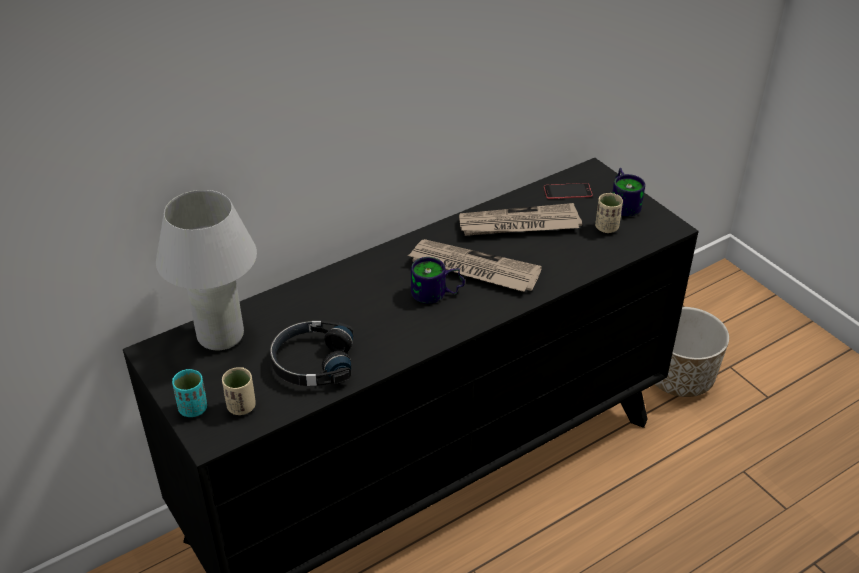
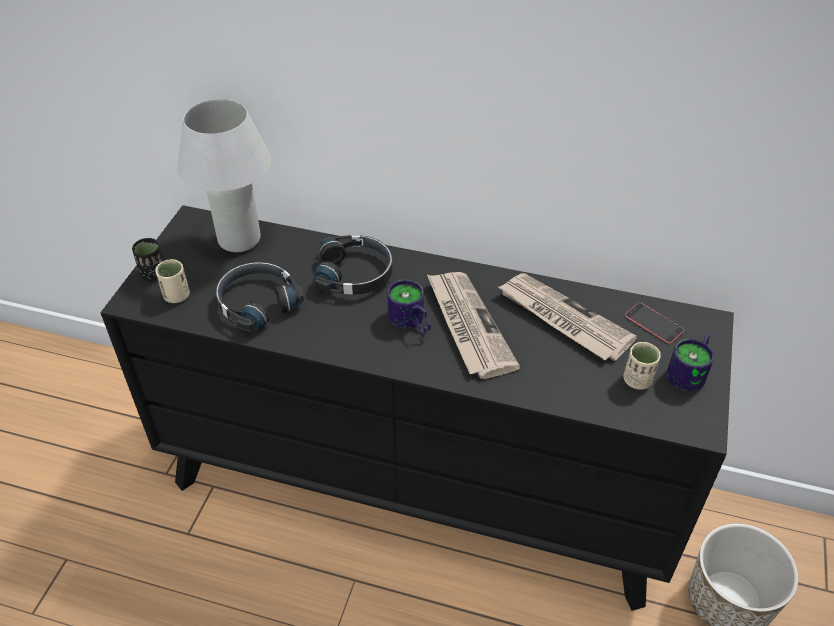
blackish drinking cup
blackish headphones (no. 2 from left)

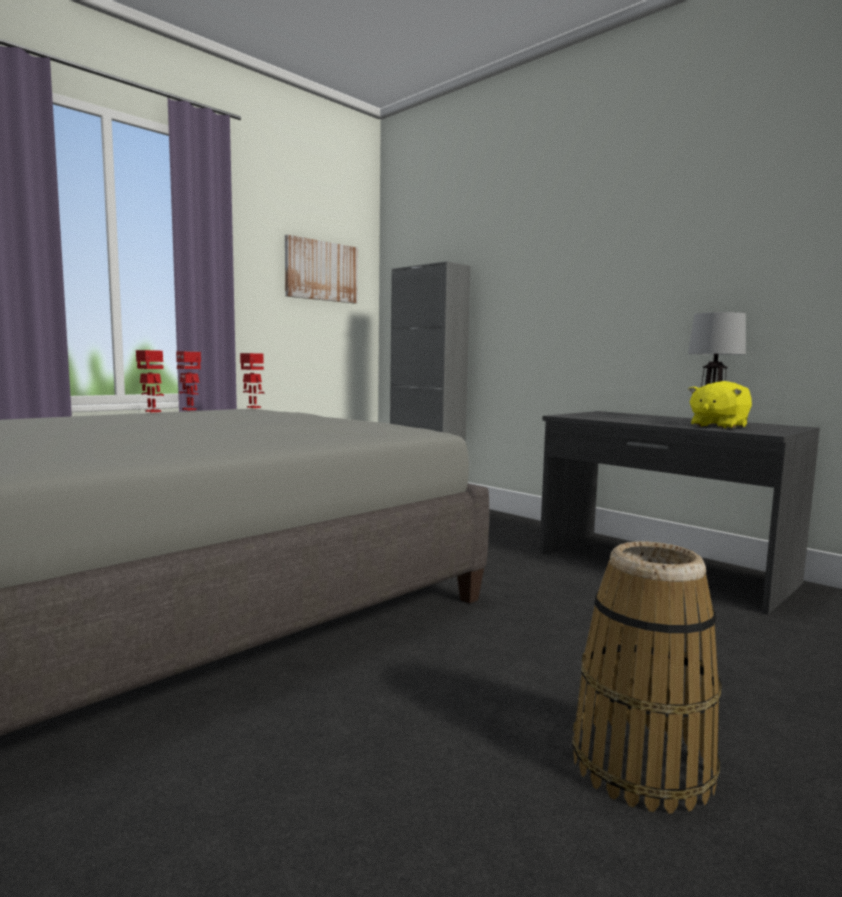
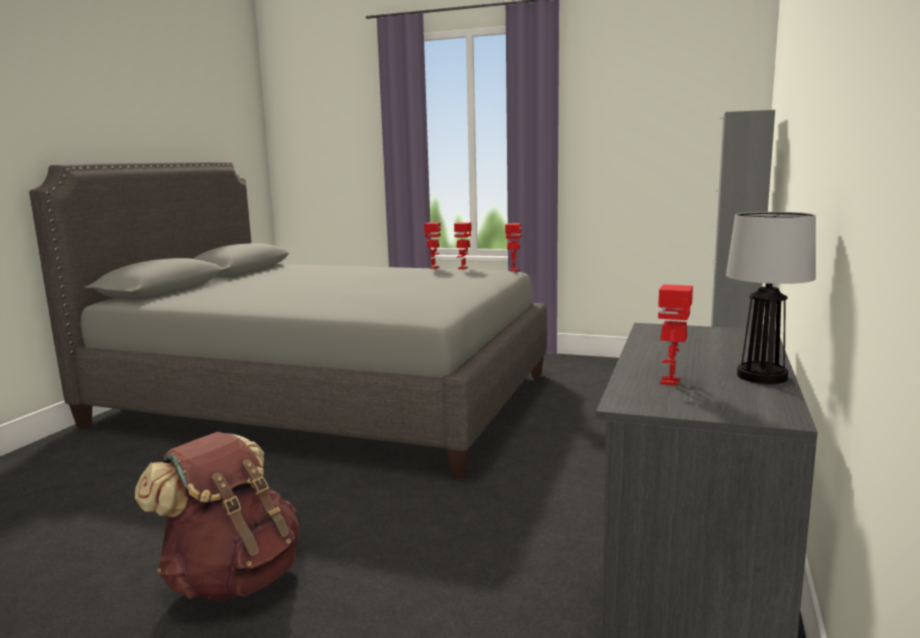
wall art
model robot (no. 4 from left)
brownish knapsack

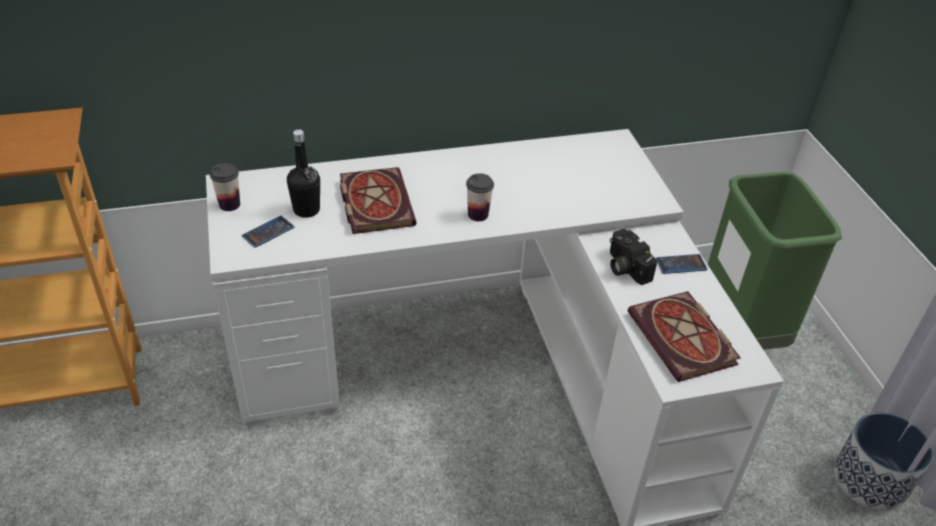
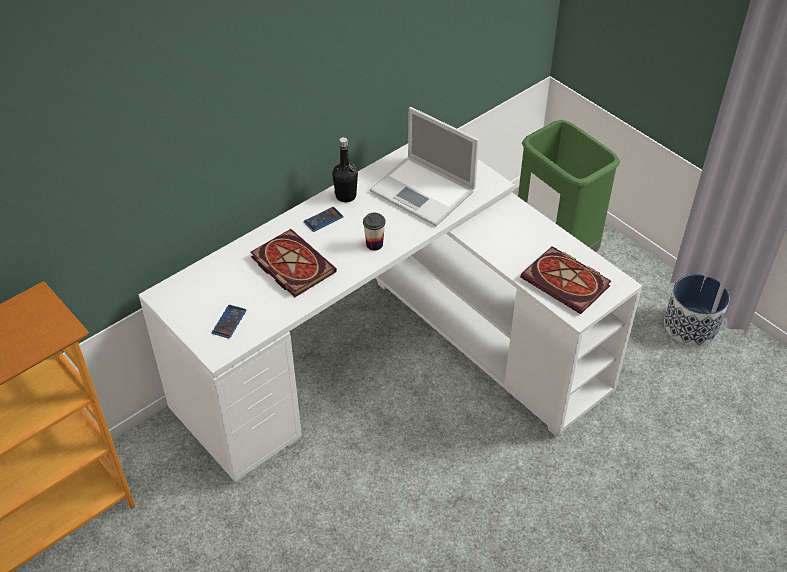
blackish drink bottle
drinking cup (no. 1 from left in the first image)
still camera
handset (no. 2 from left)
laptop

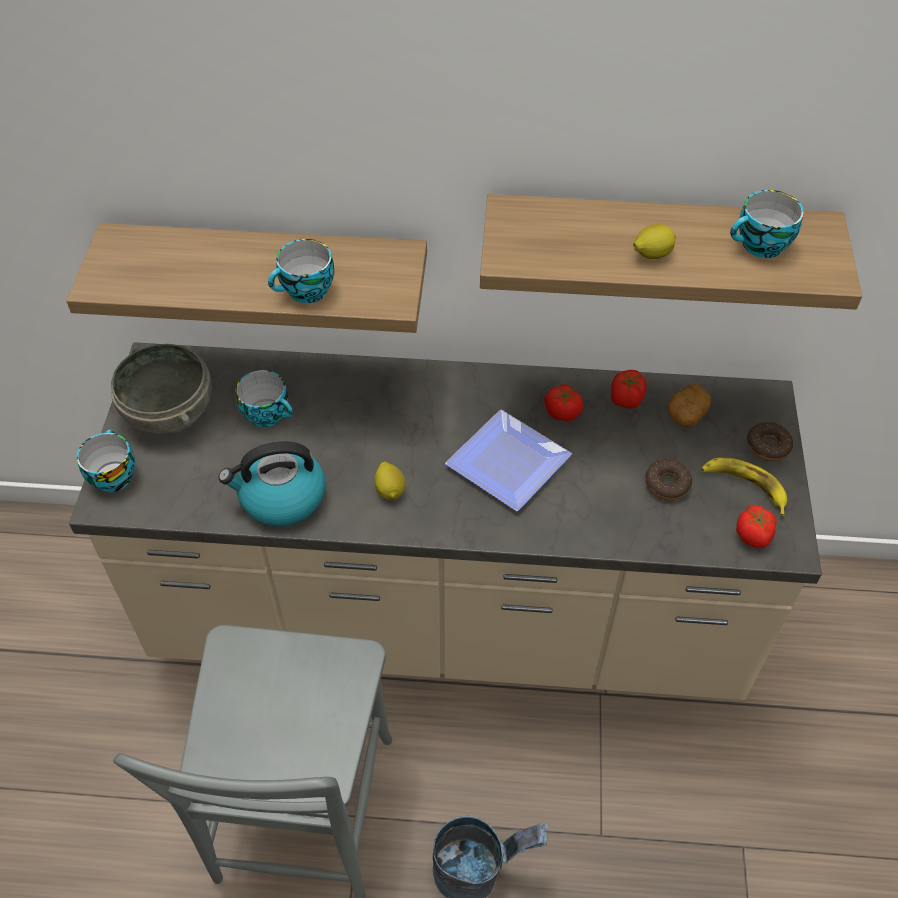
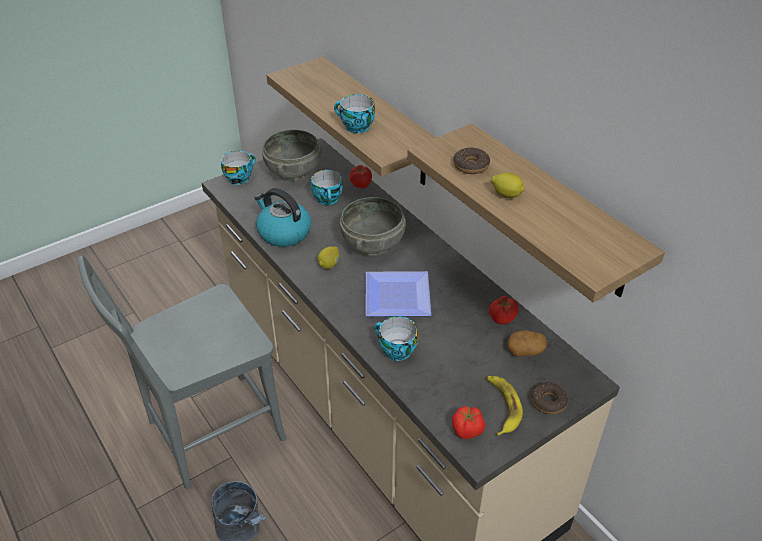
drinking cup (no. 4 from left)
whole tomato (no. 1 from left)
donut (no. 1 from left)
gray deep dish (no. 2 from left)

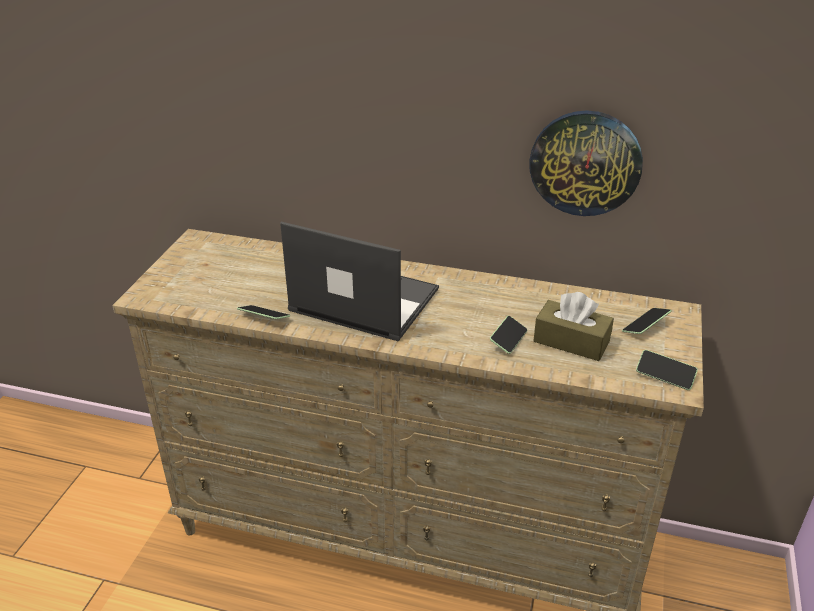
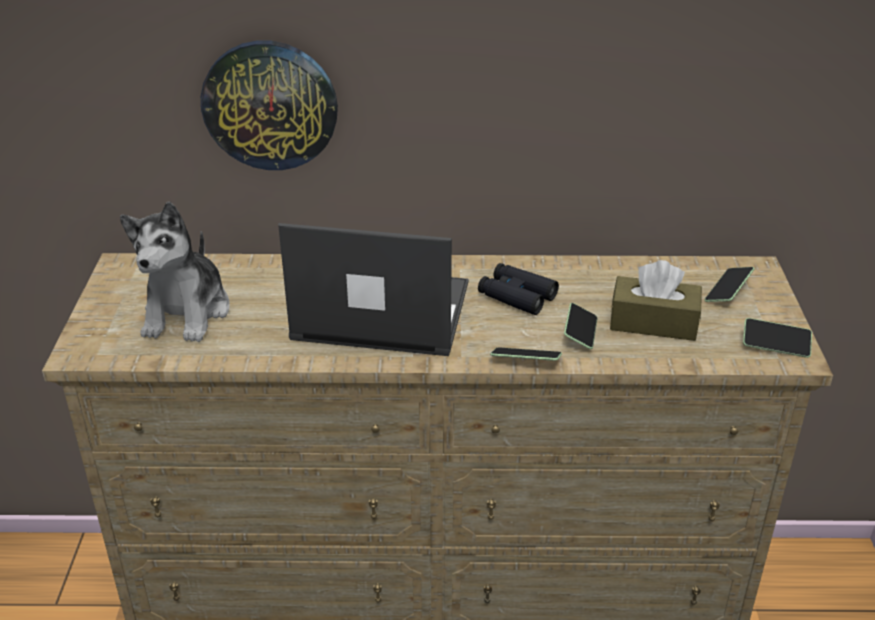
wall clock
handset (no. 1 from left)
plush toy
blackish pair of binoculars

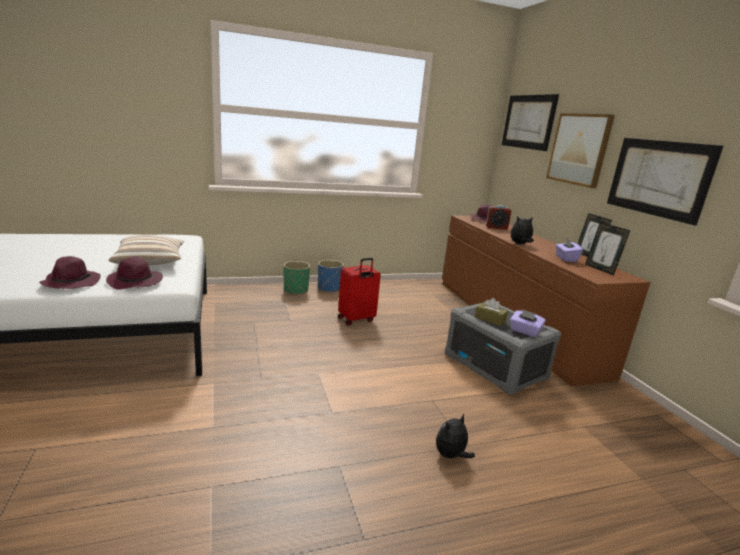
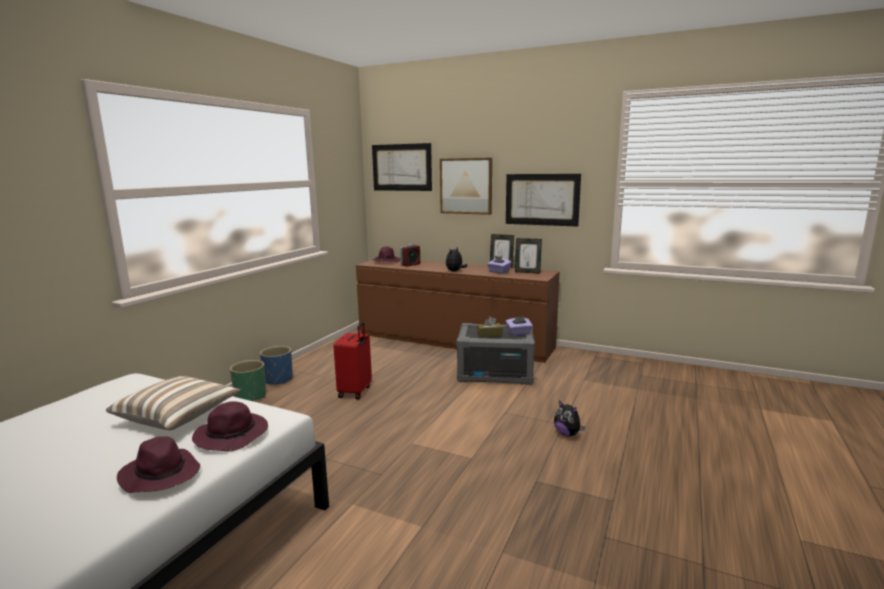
plush toy (no. 2 from left)

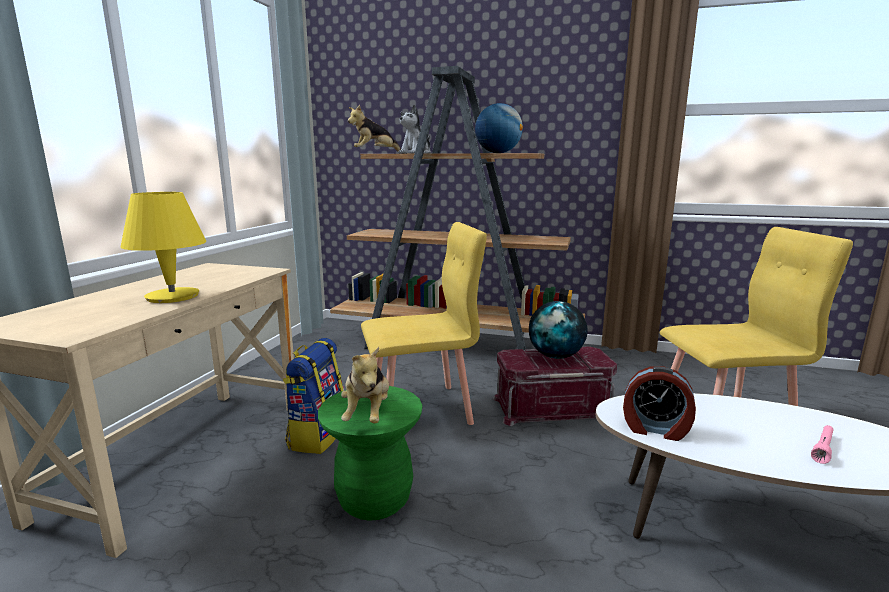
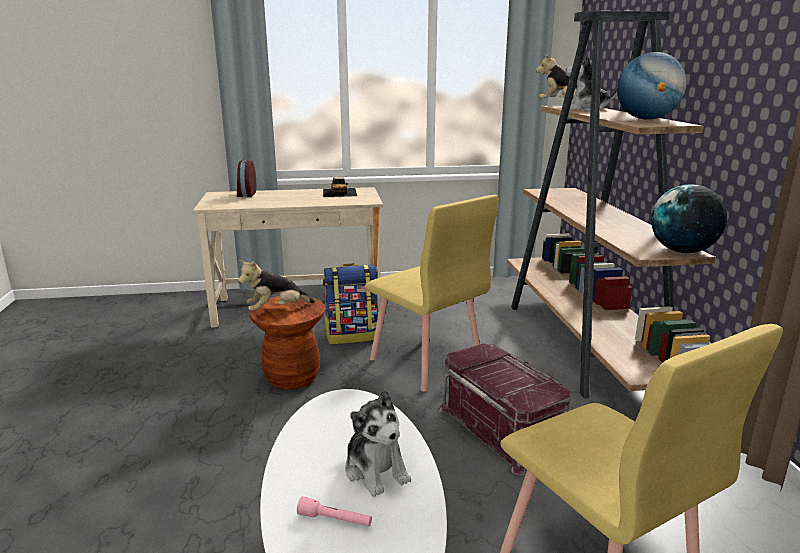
yellow table lamp
globe (no. 2 from left)
alarm clock
brownish stool
miniature car
plush toy (no. 2 from left)

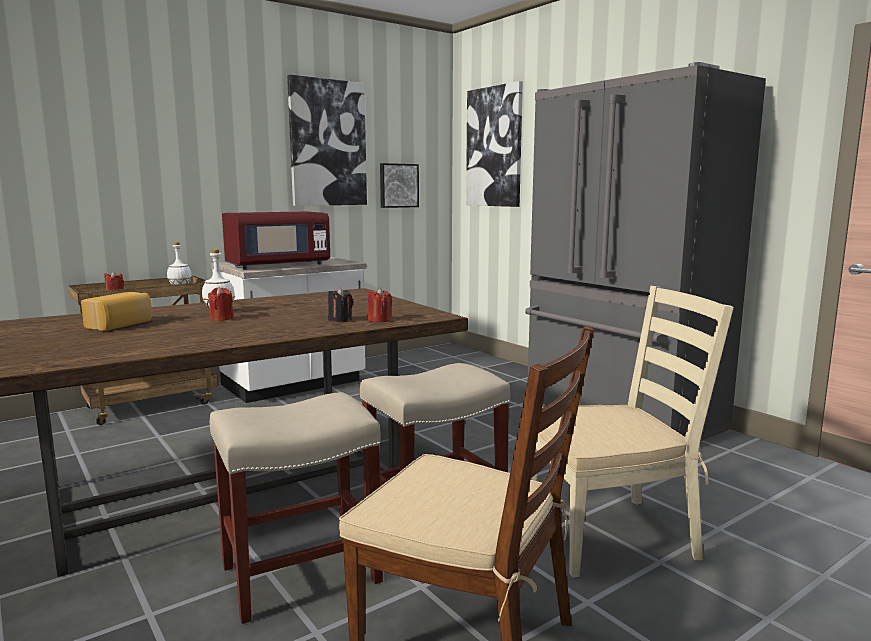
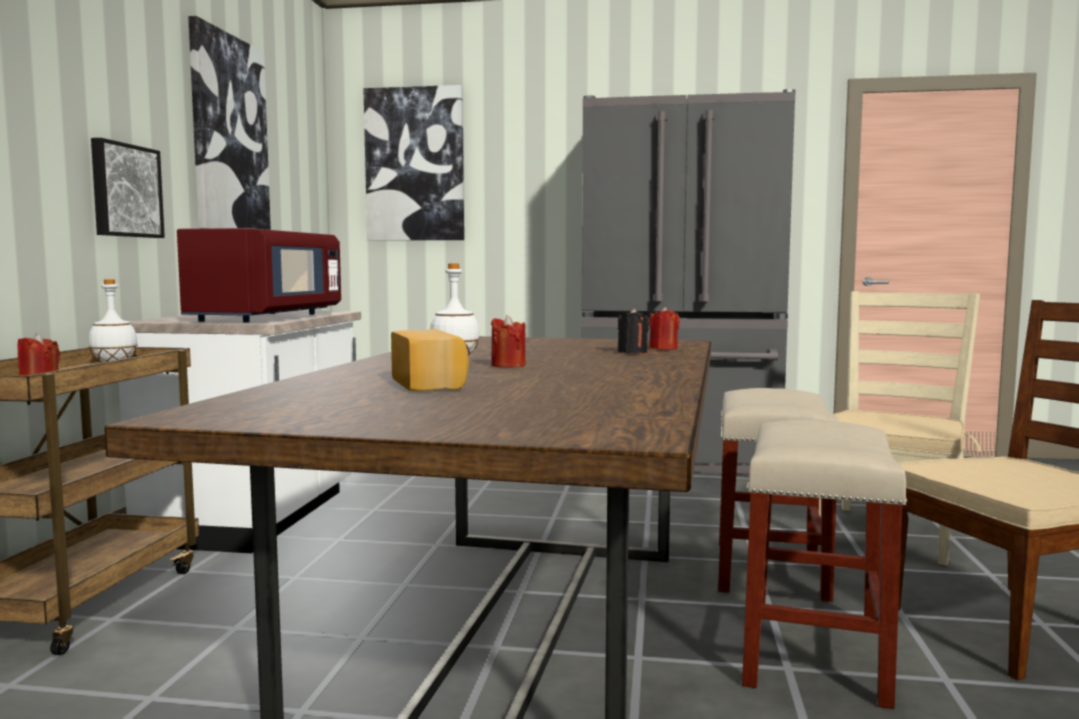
wall art (no. 1 from left)

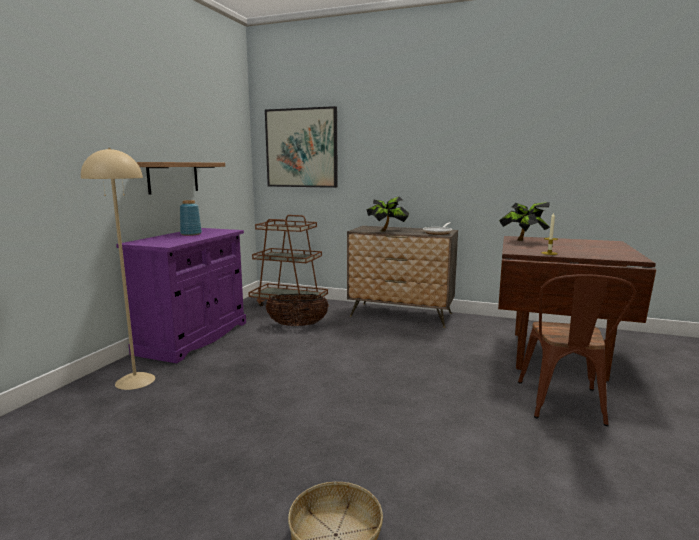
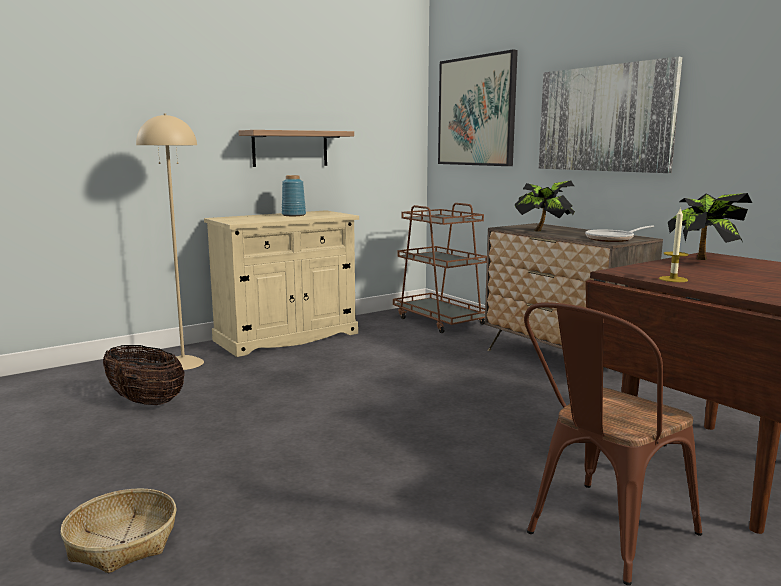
beige-coloured cupboard
storage basket (no. 2 from left)
wall art (no. 2 from left)

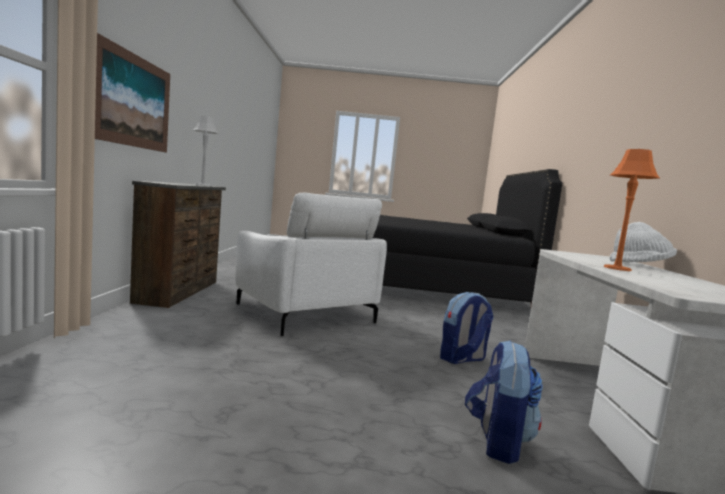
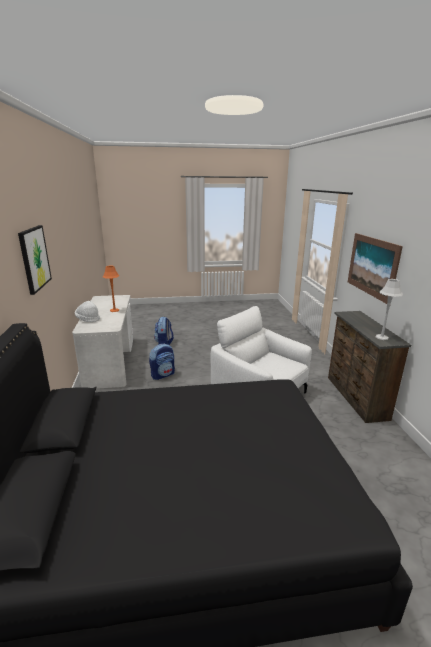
wall art (no. 1 from left)

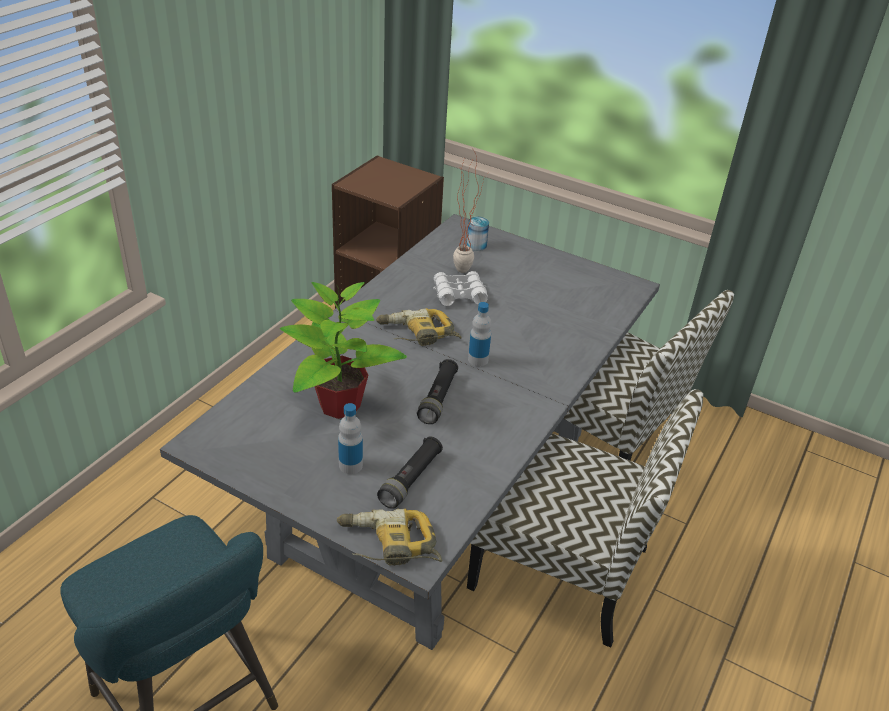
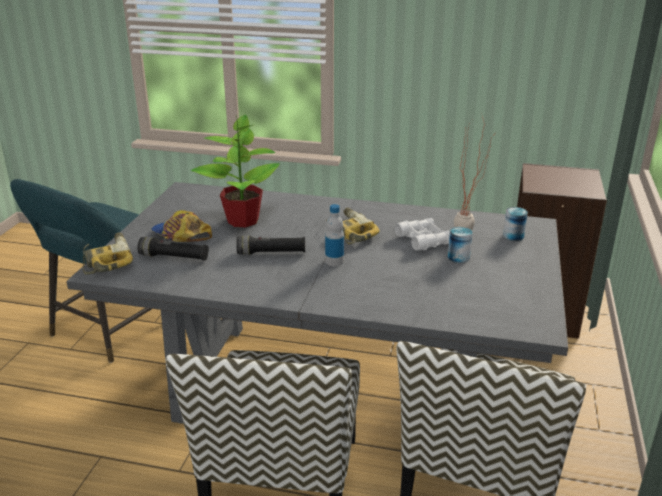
peaked cap
can (no. 1 from left)

